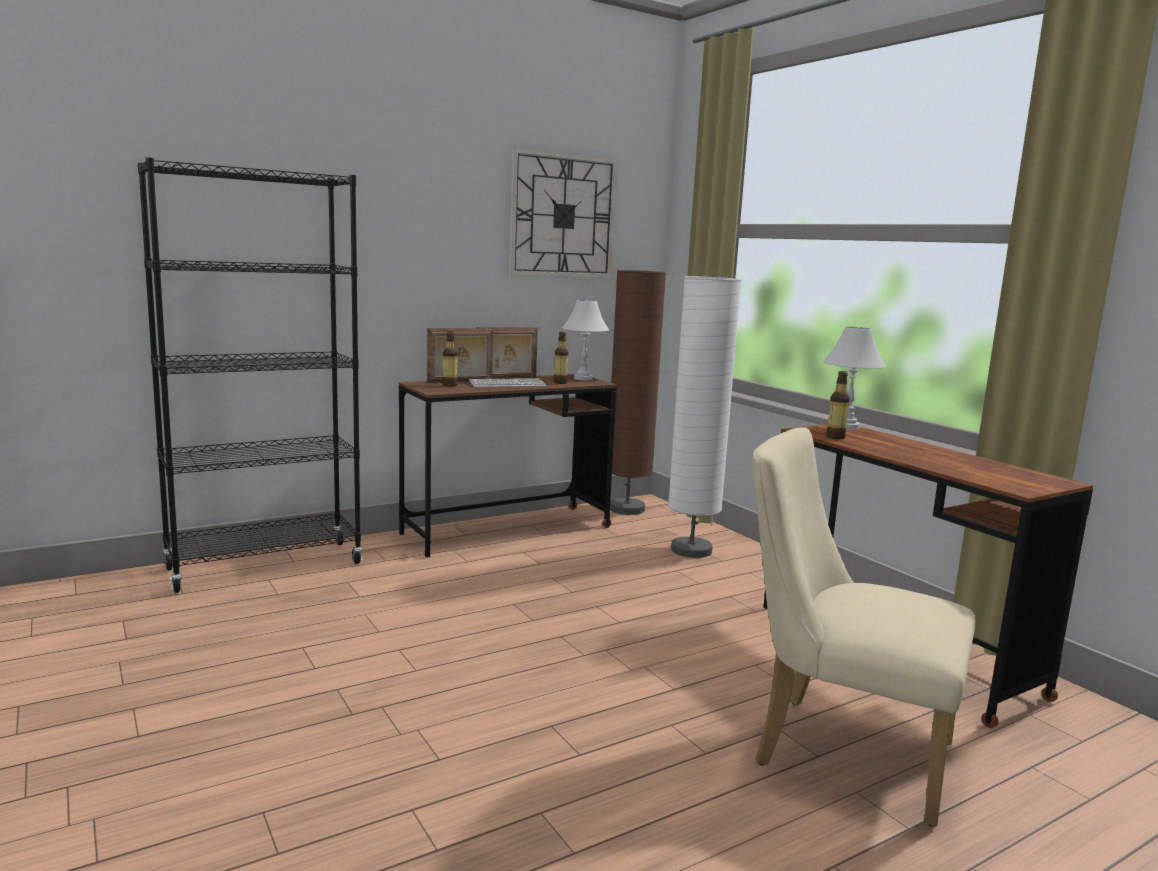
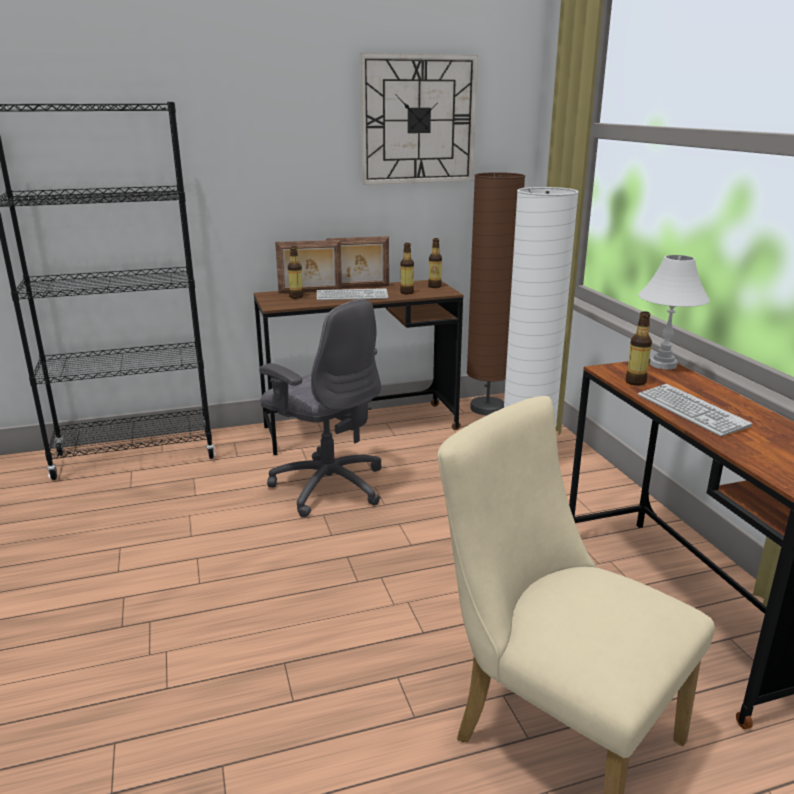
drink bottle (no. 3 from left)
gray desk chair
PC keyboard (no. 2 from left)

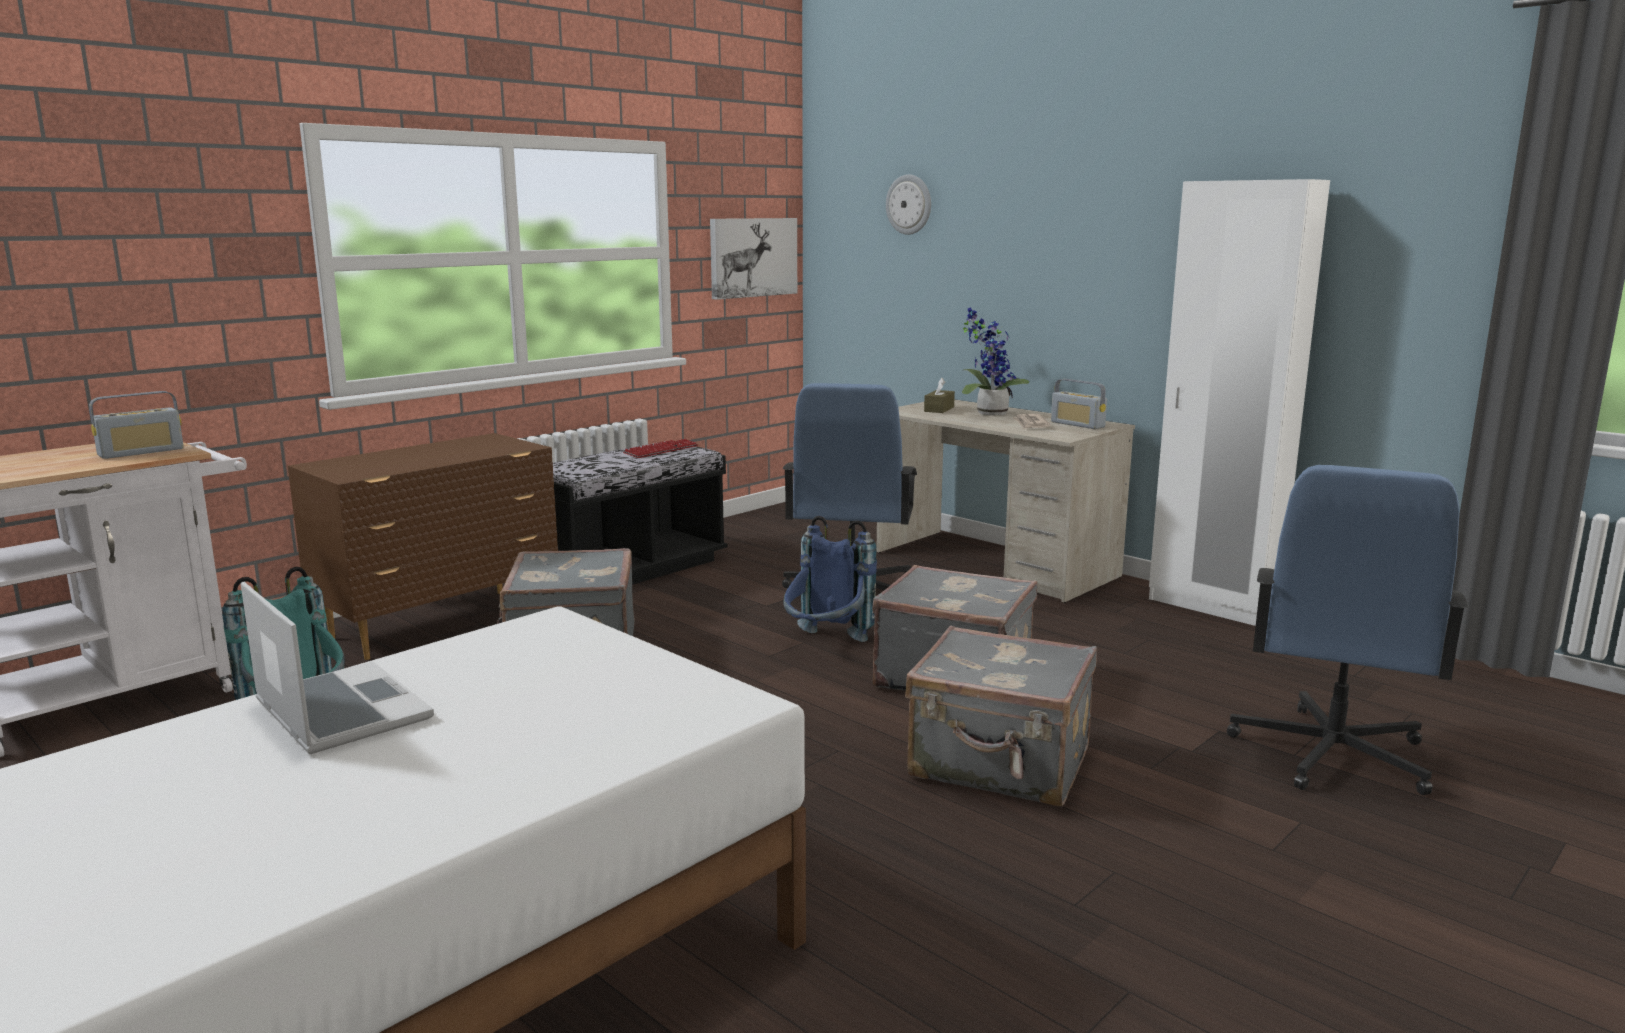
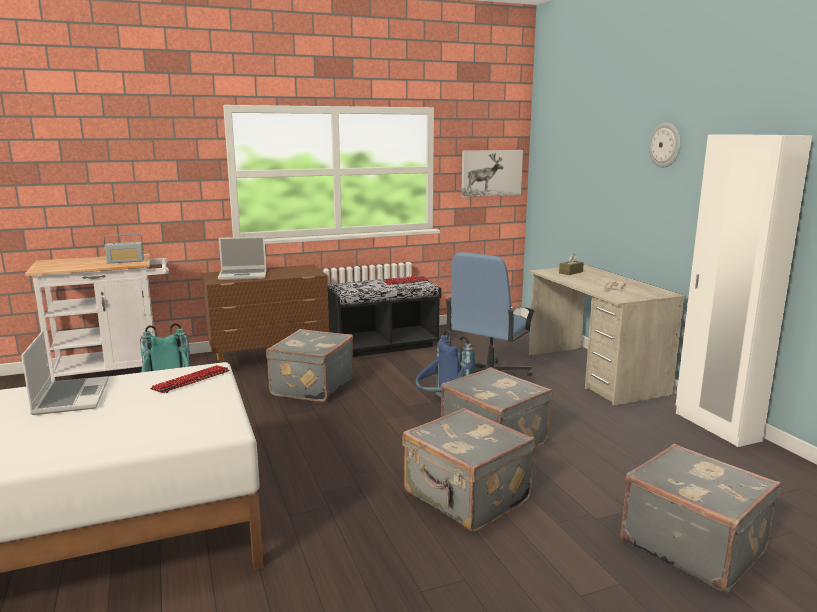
wall clock
plant in a pot
radio receiver (no. 2 from left in the first image)
gray suitcase (no. 4 from left)
laptop (no. 2 from left)
PC keyboard (no. 1 from left)

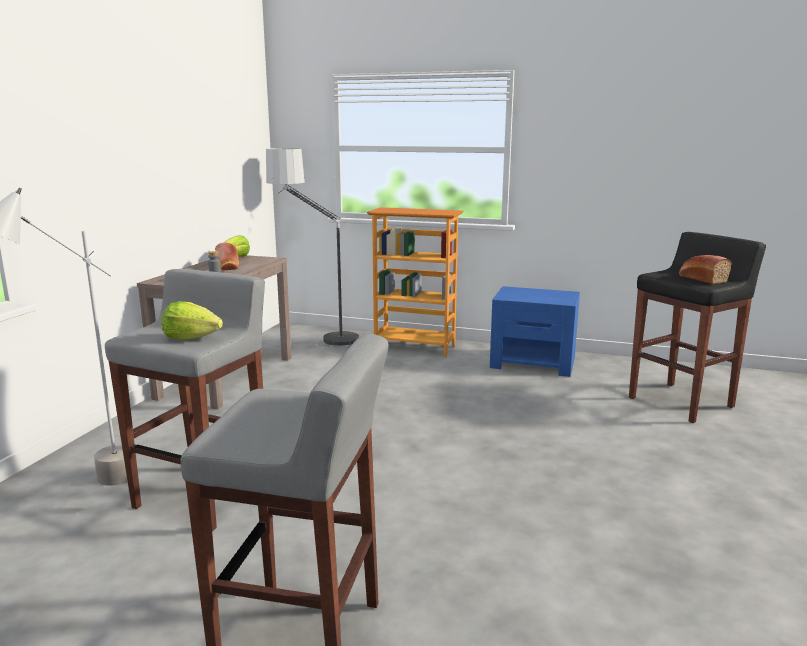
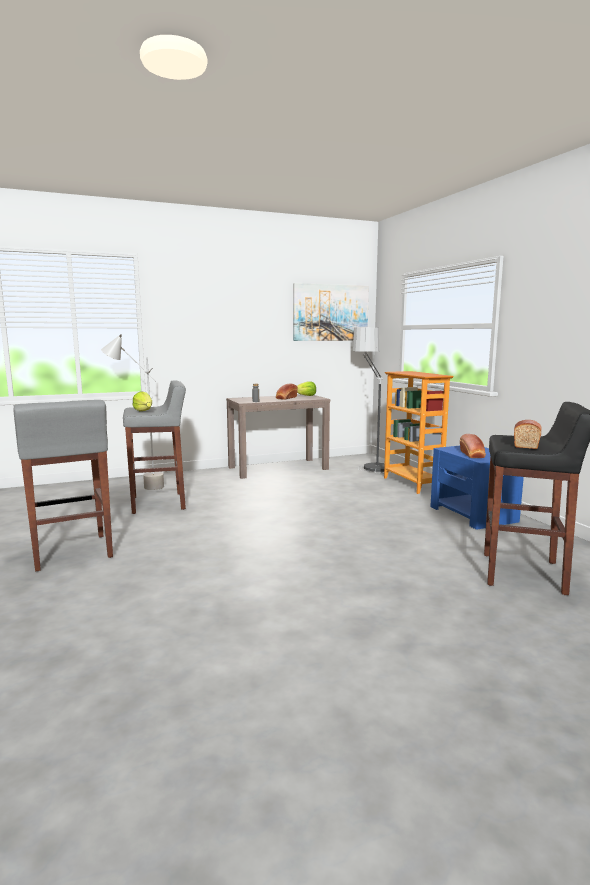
wall art
bakery bread (no. 2 from left)

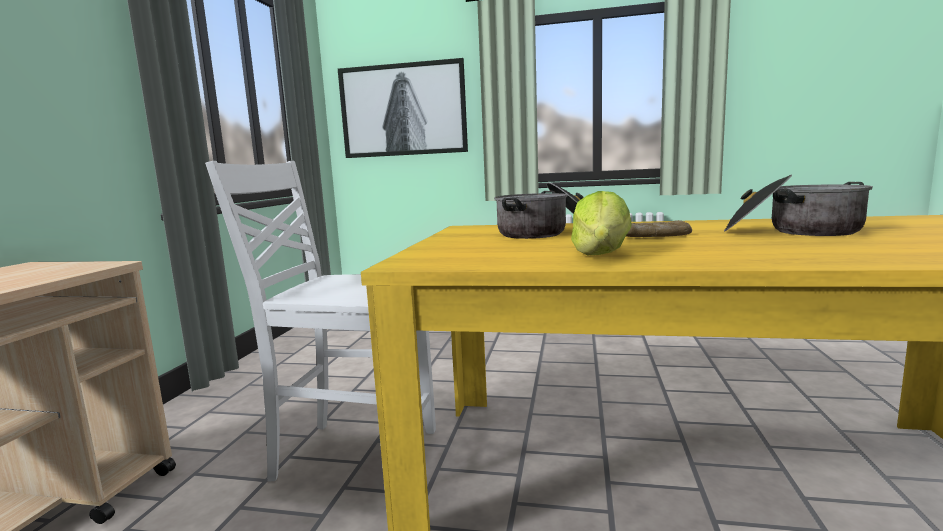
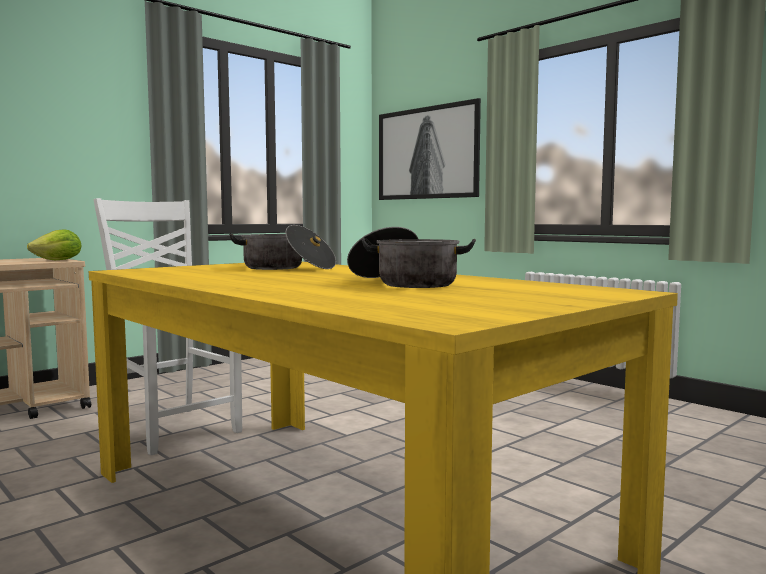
lettuce
bakery bread

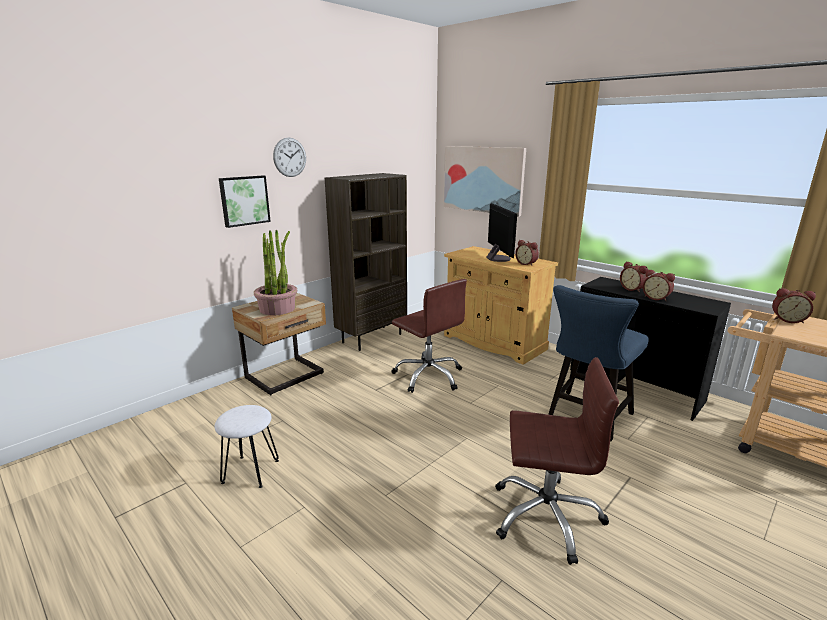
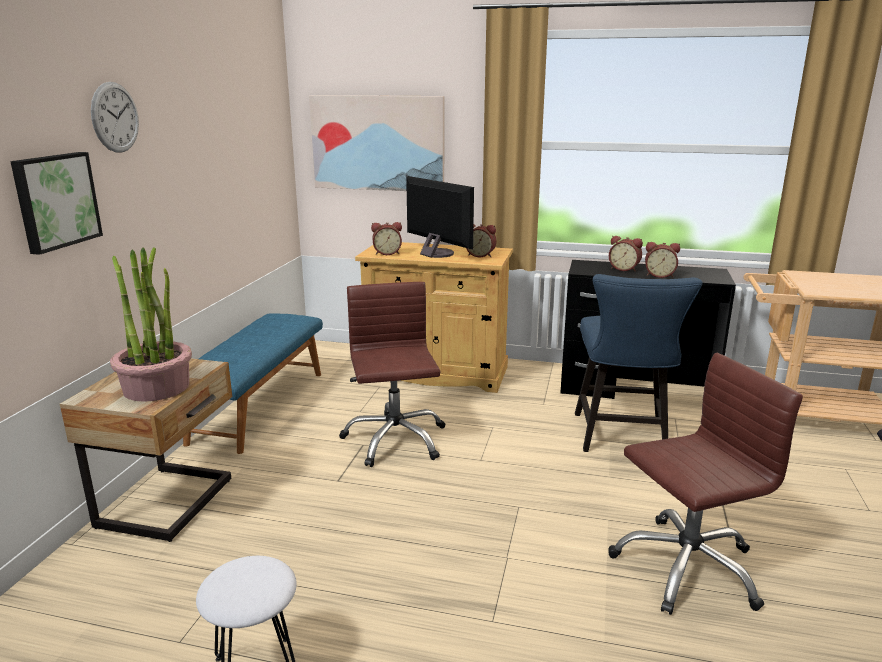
blue-coloured long seat
brownish desk chair (no. 1 from left)
alarm clock (no. 1 from left)

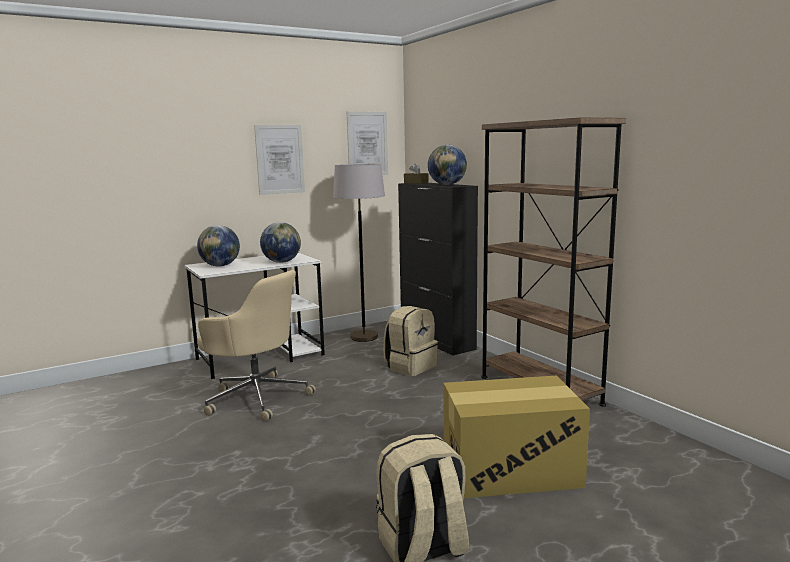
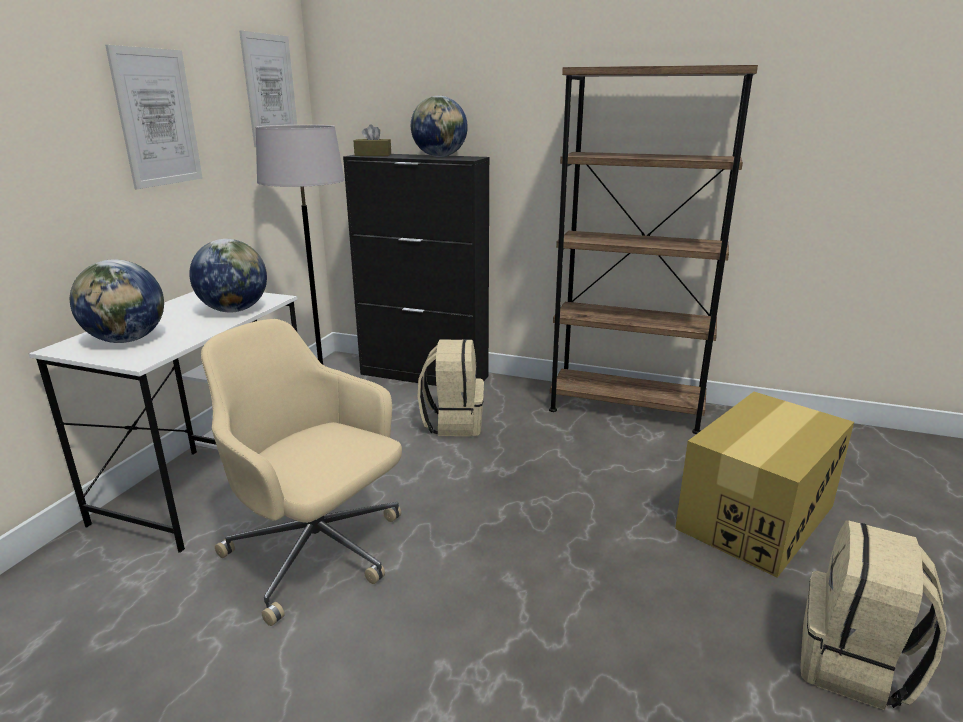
beige-coloured desk chair

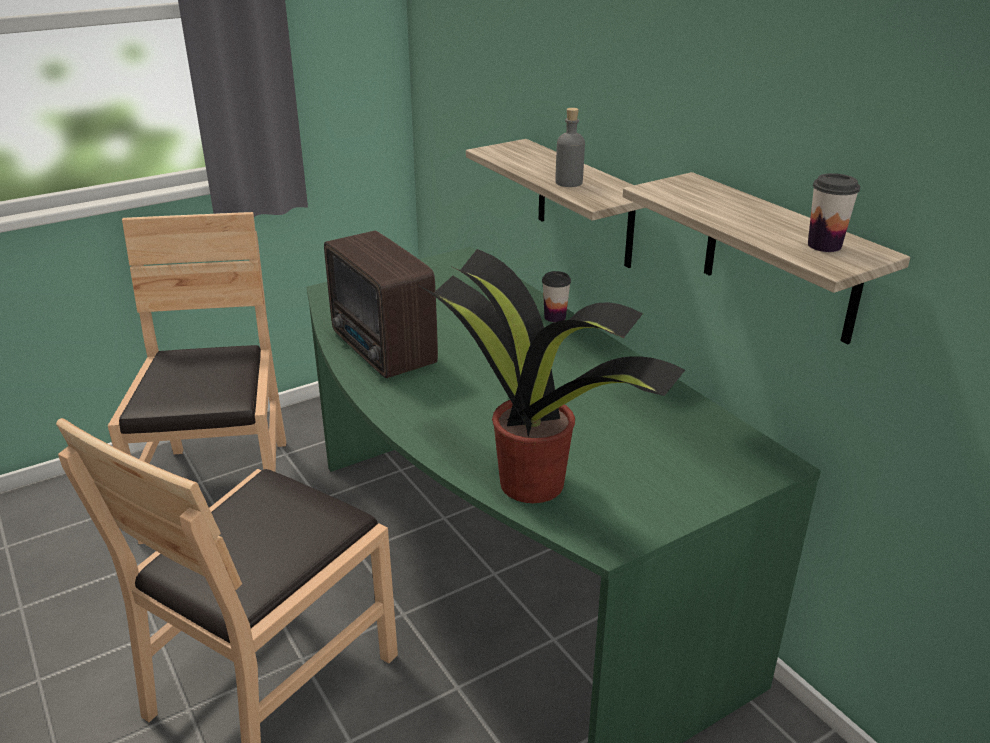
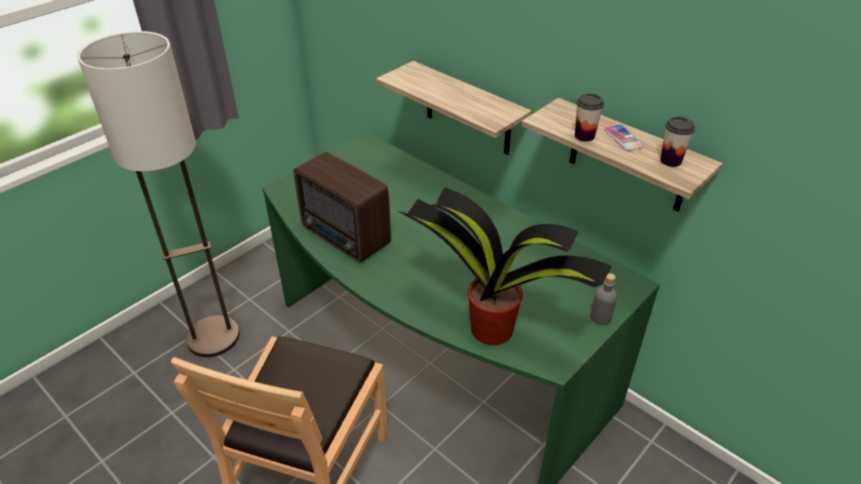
gray drink bottle
floor lamp
drinking cup (no. 1 from left)
handset

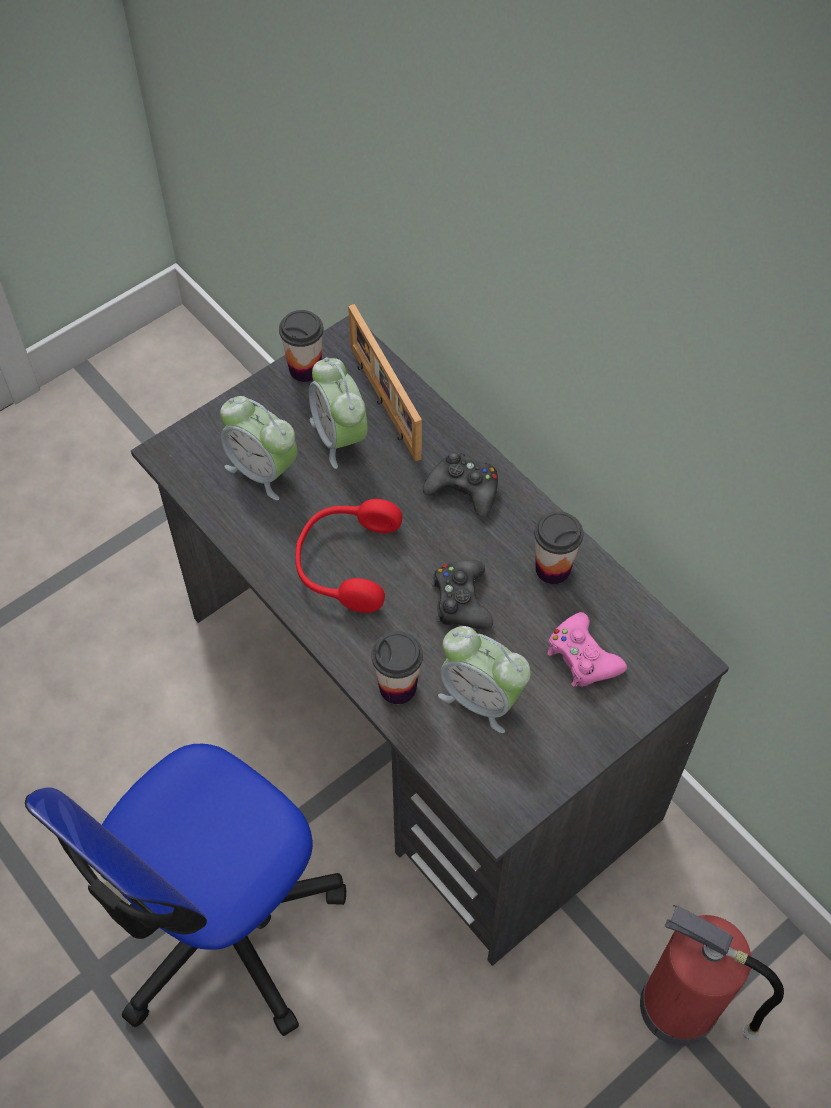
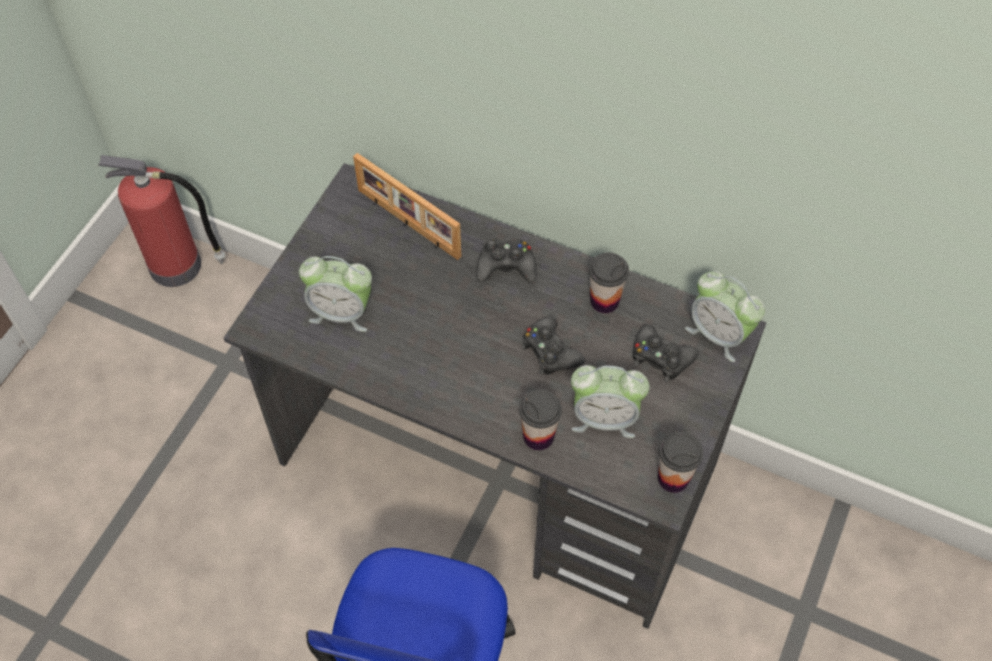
drinking cup (no. 3 from left)
alarm clock (no. 3 from left)
red headphones
blackish joypad (no. 3 from left)
fire-fighting cylinder

